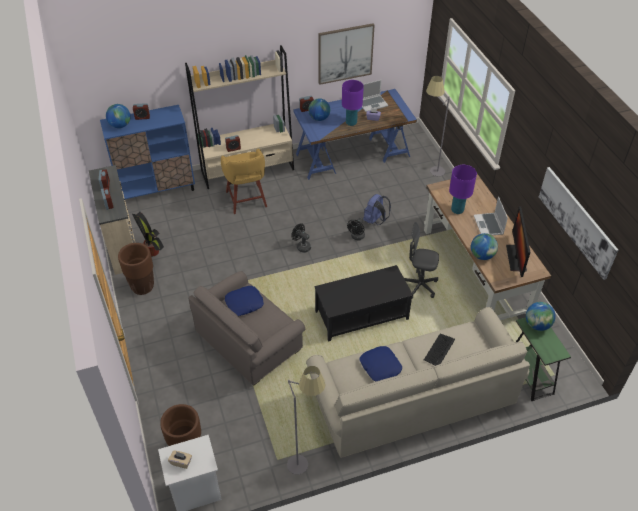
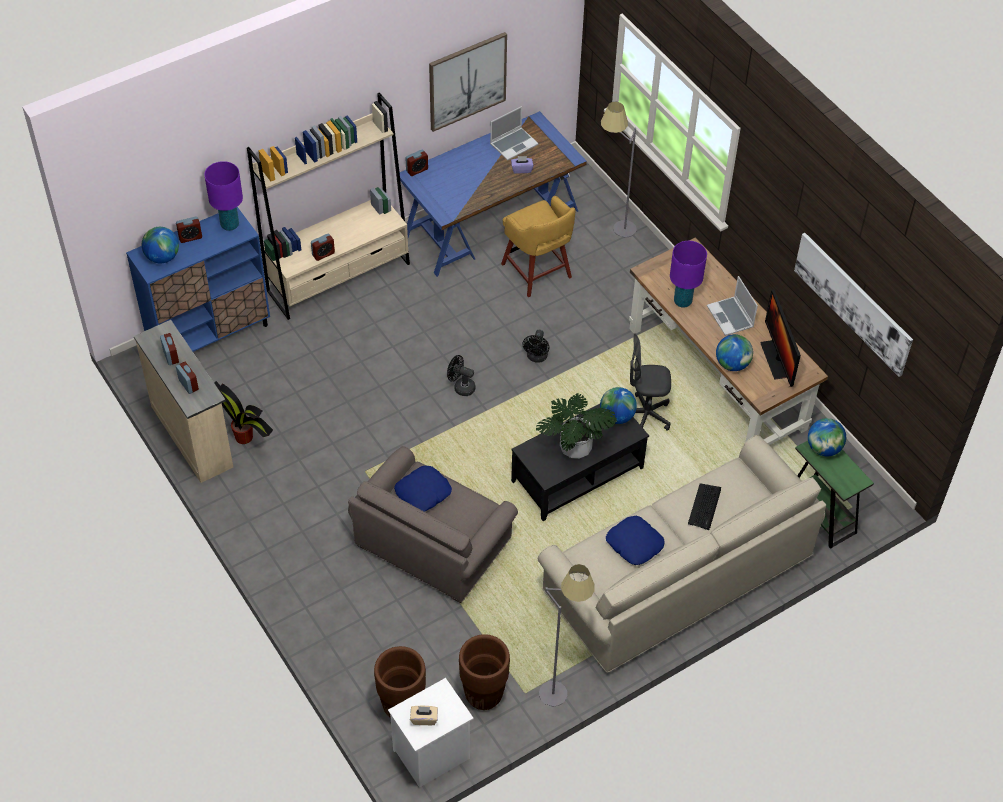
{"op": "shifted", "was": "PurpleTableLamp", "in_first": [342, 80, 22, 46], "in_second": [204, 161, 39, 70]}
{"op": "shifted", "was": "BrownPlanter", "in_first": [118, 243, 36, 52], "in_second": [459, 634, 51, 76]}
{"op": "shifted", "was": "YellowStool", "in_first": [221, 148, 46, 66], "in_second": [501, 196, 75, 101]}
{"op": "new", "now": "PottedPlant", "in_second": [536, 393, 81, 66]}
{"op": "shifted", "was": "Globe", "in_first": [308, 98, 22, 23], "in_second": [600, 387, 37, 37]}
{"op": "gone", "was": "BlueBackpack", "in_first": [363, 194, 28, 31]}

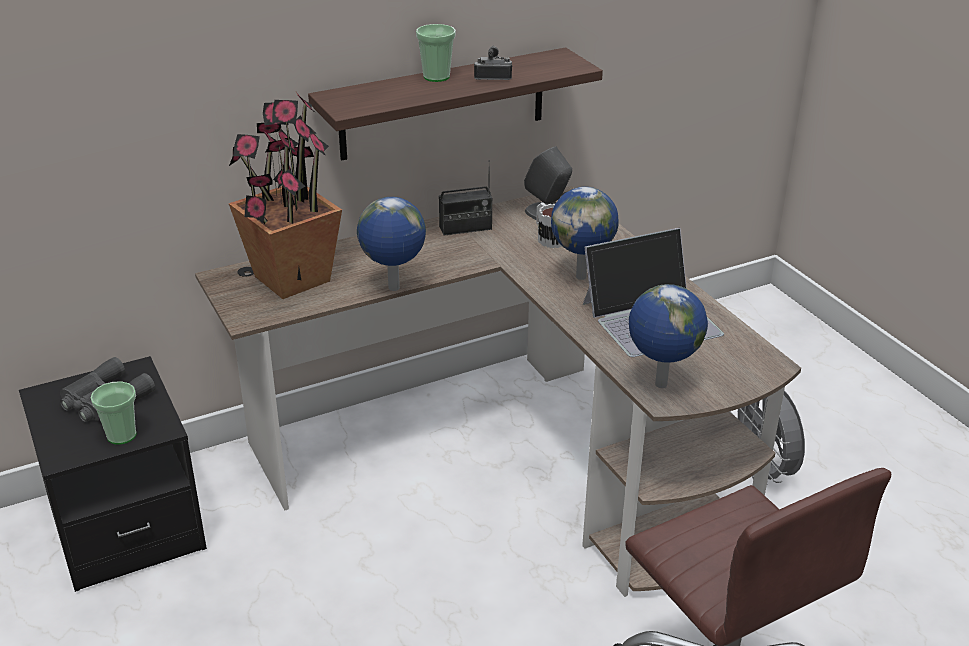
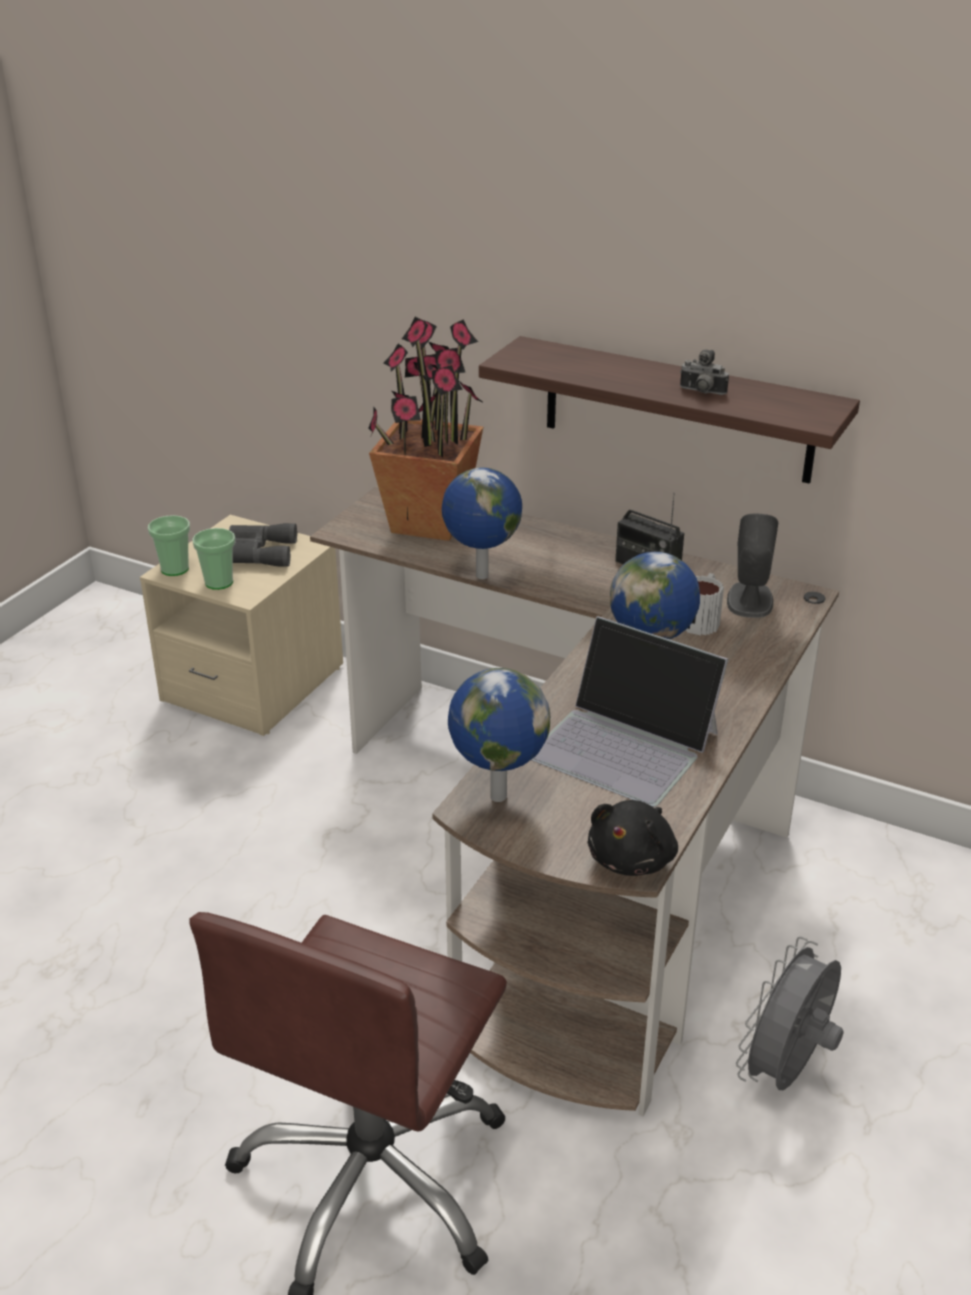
{"op": "repainted", "was": "BlackNightstand", "now": "BeigeNightstand", "in_first": [19, 356, 188, 236], "in_second": [140, 515, 203, 221]}
{"op": "shifted", "was": "Cup", "in_first": [416, 24, 40, 58], "in_second": [148, 515, 42, 61]}
{"op": "new", "now": "BlackPlushToy", "in_second": [587, 800, 91, 76]}
{"op": "rotated", "was": "PhotoCamera", "in_first": [474, 45, 38, 35], "in_second": [680, 349, 49, 46], "clockwise": 150}

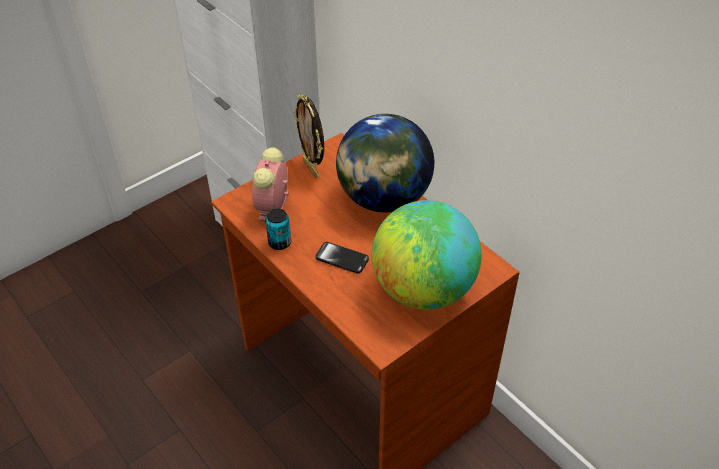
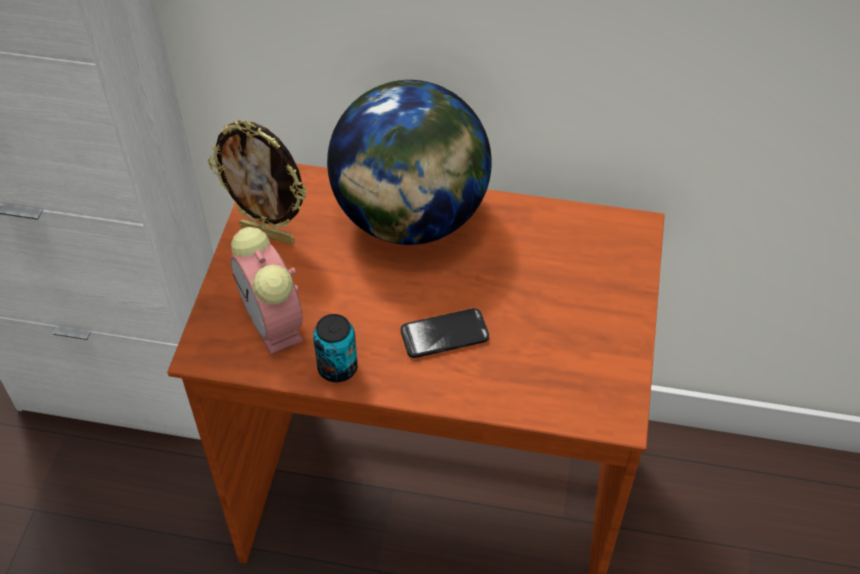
{"op": "gone", "was": "Globe", "in_first": [372, 200, 110, 110]}

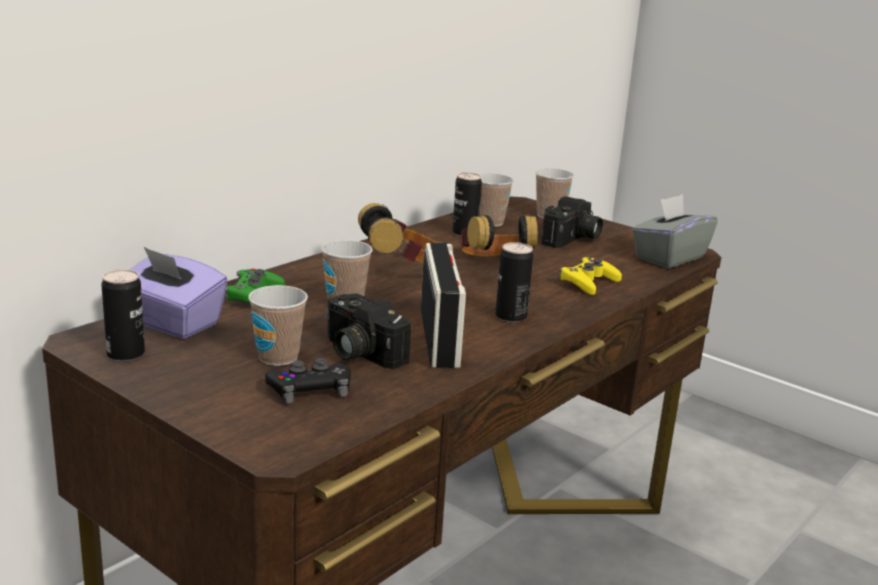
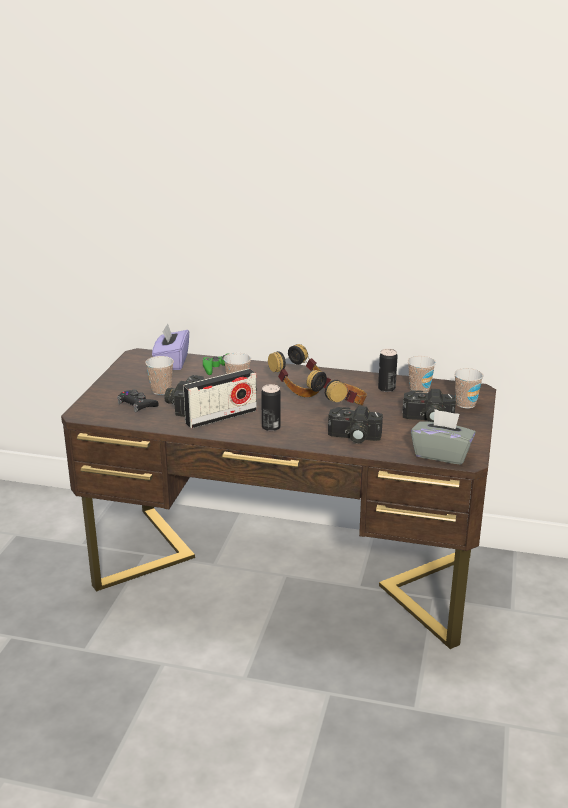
{"op": "swapped", "was": "YellowGameController", "now": "PhotoCamera", "in_first": [559, 257, 63, 38], "in_second": [328, 406, 55, 37]}
{"op": "gone", "was": "Can", "in_first": [101, 269, 44, 92]}

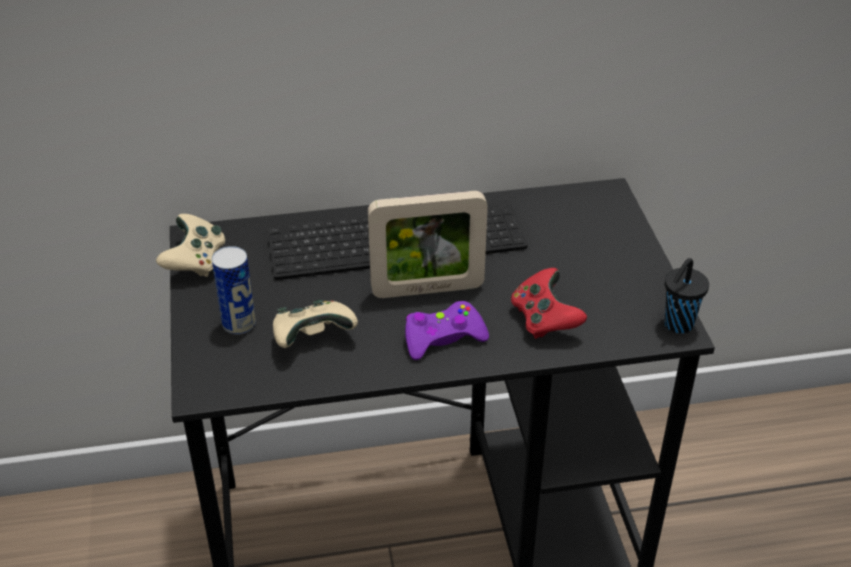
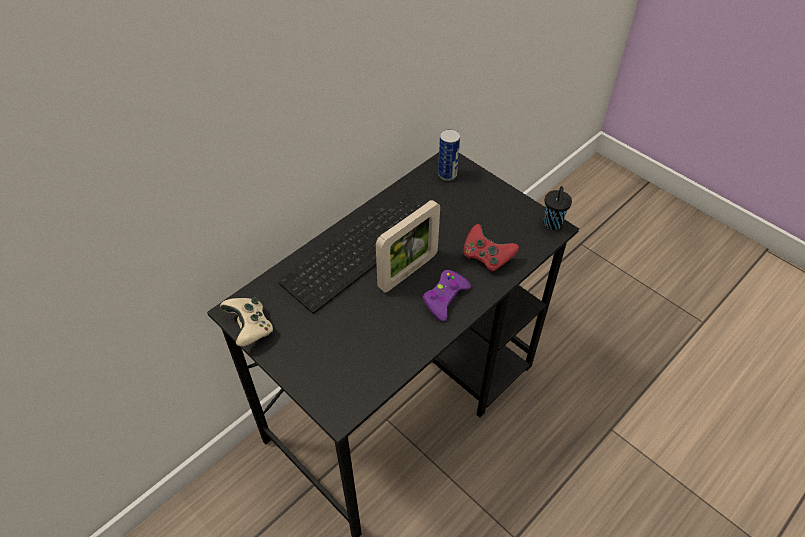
{"op": "shifted", "was": "Can", "in_first": [212, 246, 44, 89], "in_second": [438, 129, 22, 52]}
{"op": "gone", "was": "BeigeGameController", "in_first": [273, 300, 85, 48]}

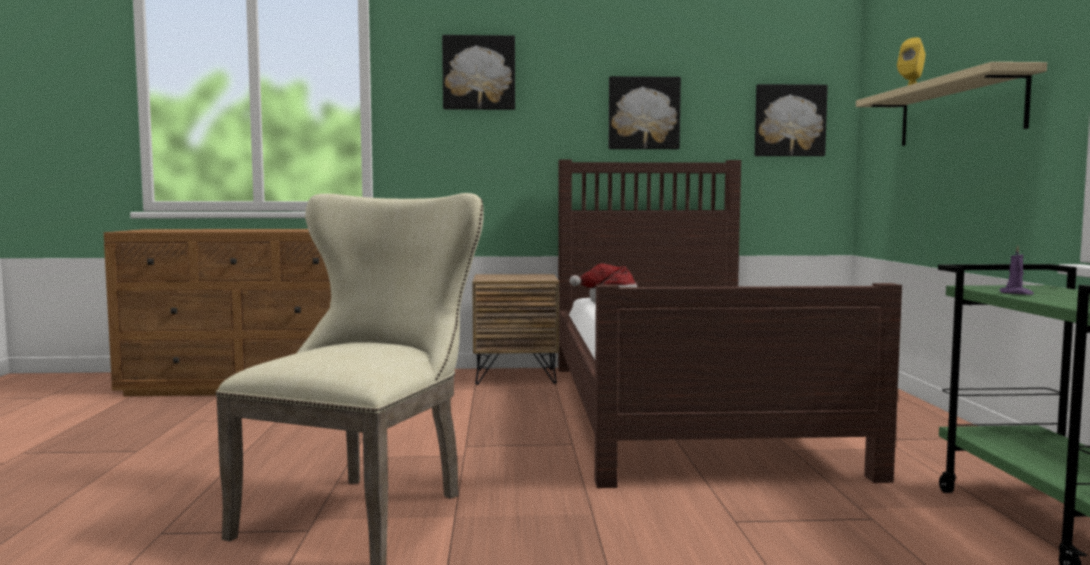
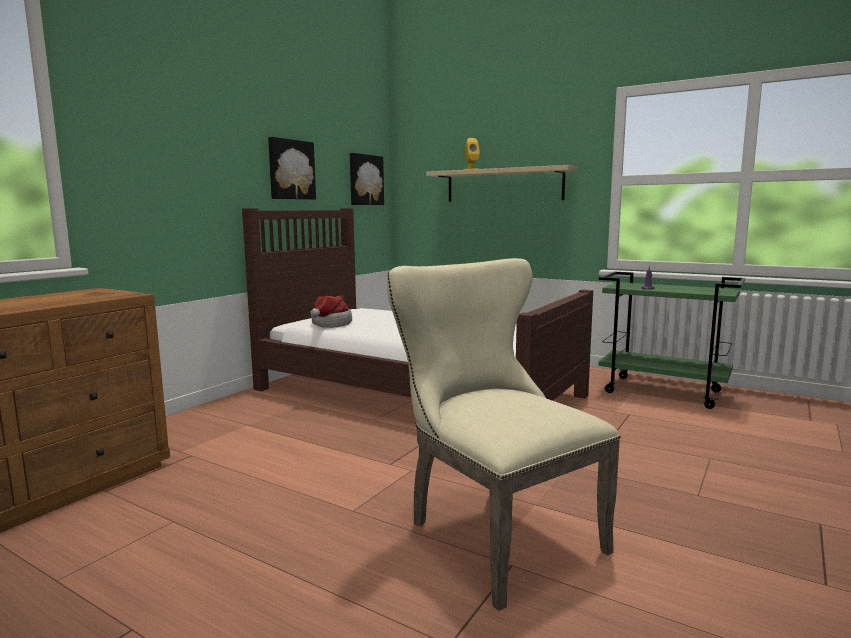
{"op": "gone", "was": "Picture", "in_first": [442, 35, 73, 75]}
{"op": "gone", "was": "BrownNightstand", "in_first": [472, 274, 87, 111]}

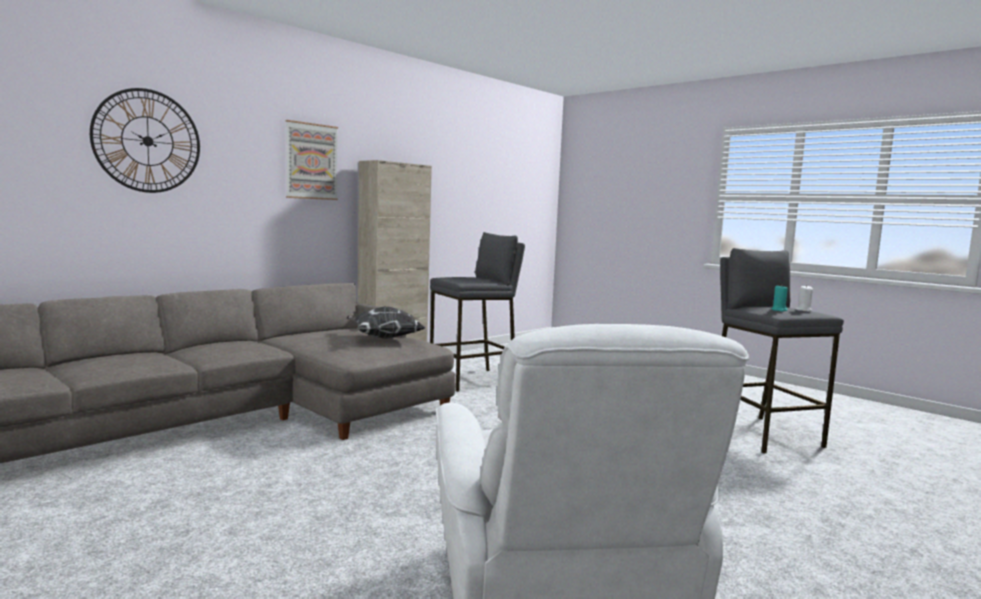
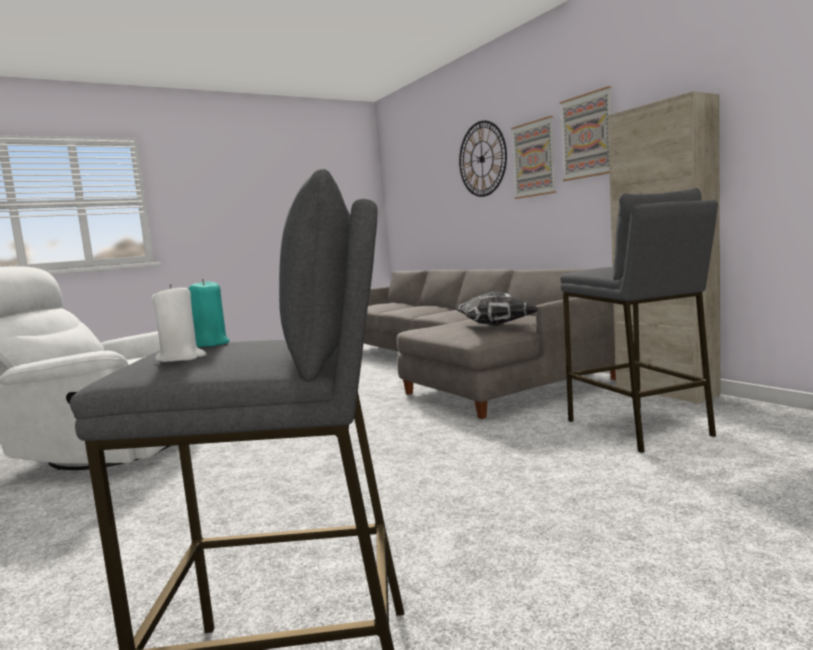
{"op": "new", "now": "Picture", "in_second": [511, 116, 45, 83]}

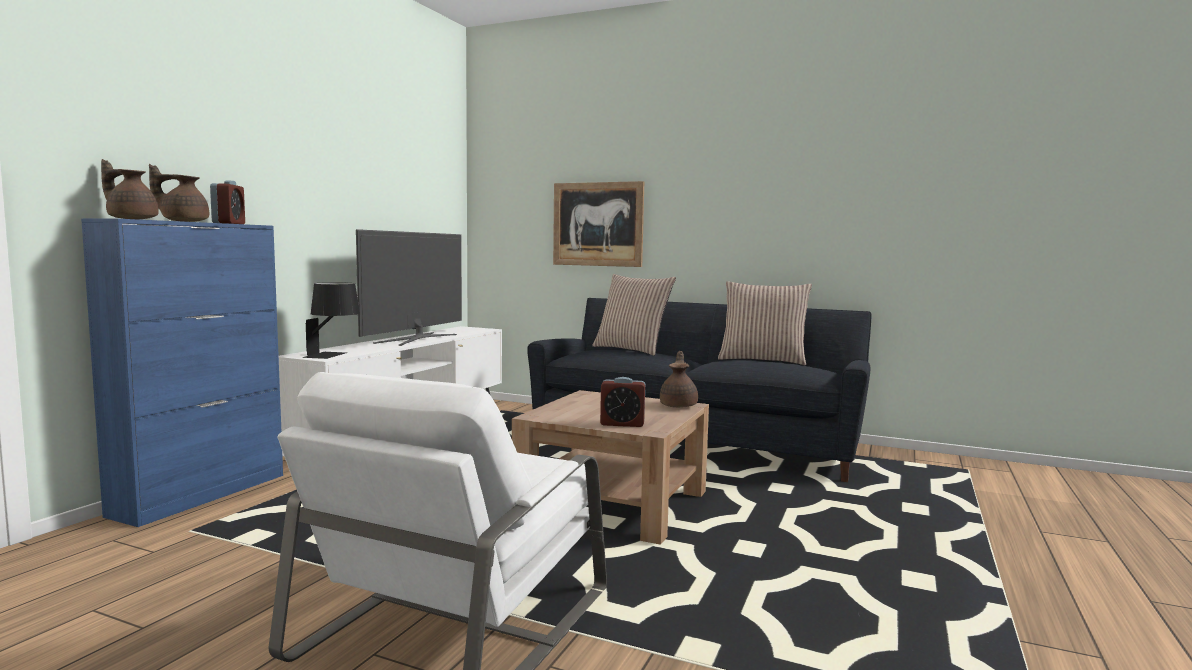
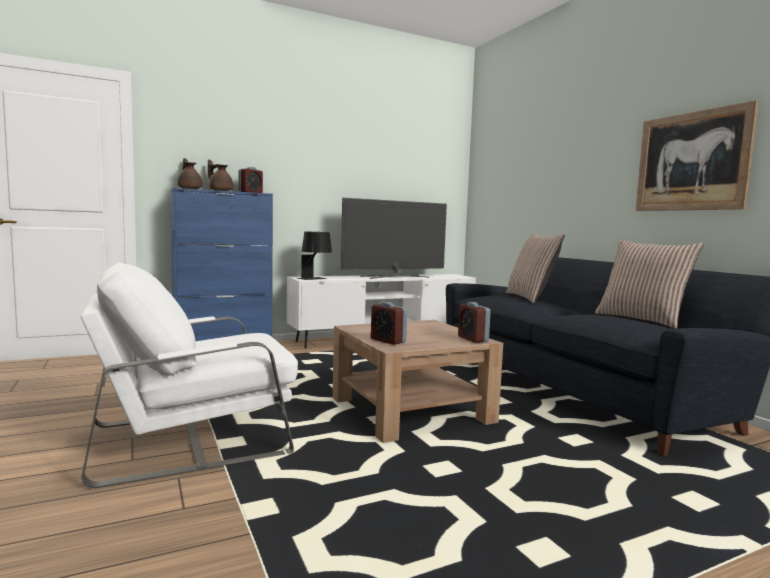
{"op": "swapped", "was": "BrownTeapot", "now": "AlarmClock", "in_first": [660, 351, 38, 57], "in_second": [458, 302, 33, 41]}
{"op": "shifted", "was": "Picture", "in_first": [553, 181, 91, 86], "in_second": [636, 100, 123, 111]}

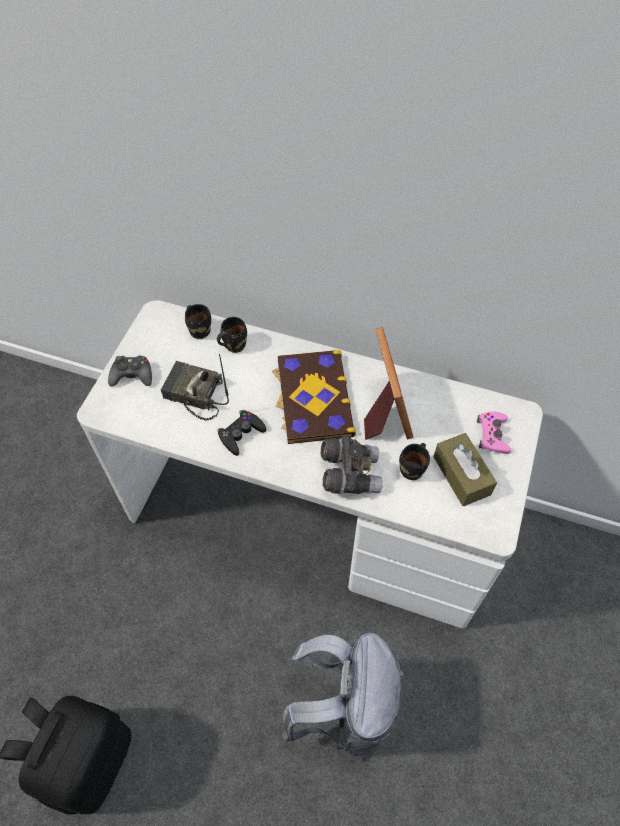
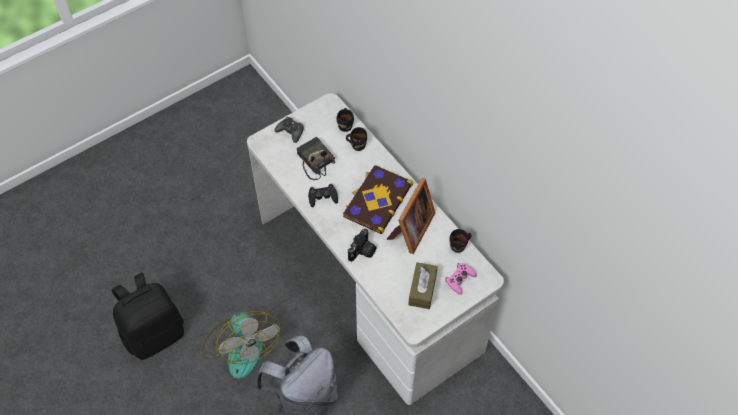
{"op": "new", "now": "Fan", "in_second": [201, 311, 79, 68]}
{"op": "swapped", "was": "GreyBinoculars", "now": "PhotoCamera", "in_first": [321, 435, 62, 59], "in_second": [348, 228, 28, 34]}
{"op": "shifted", "was": "BlackMug", "in_first": [399, 443, 31, 37], "in_second": [449, 229, 23, 24]}

